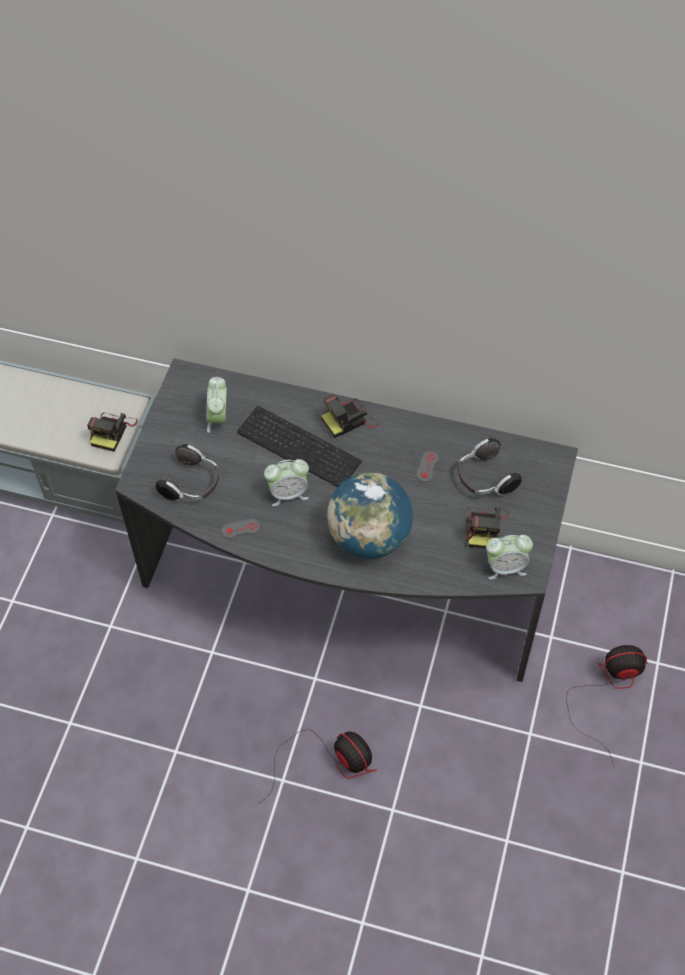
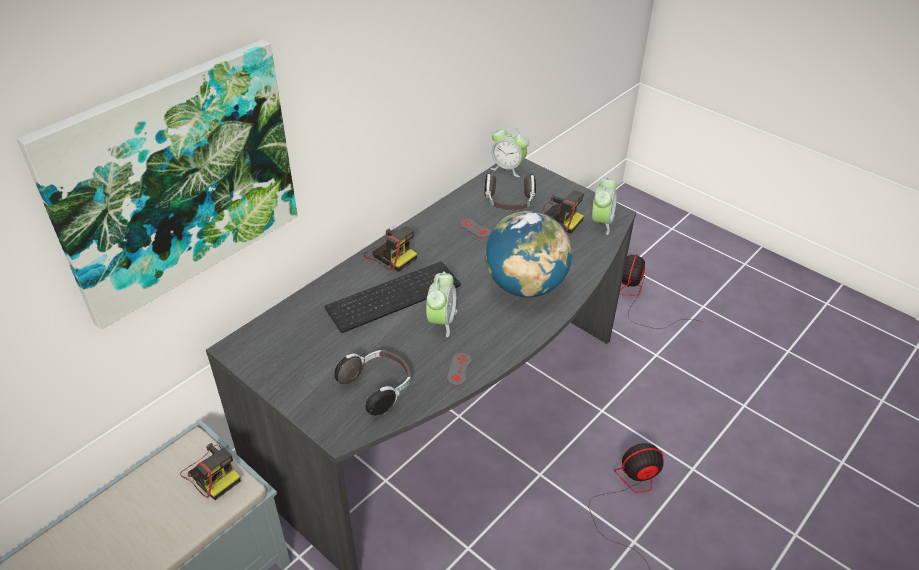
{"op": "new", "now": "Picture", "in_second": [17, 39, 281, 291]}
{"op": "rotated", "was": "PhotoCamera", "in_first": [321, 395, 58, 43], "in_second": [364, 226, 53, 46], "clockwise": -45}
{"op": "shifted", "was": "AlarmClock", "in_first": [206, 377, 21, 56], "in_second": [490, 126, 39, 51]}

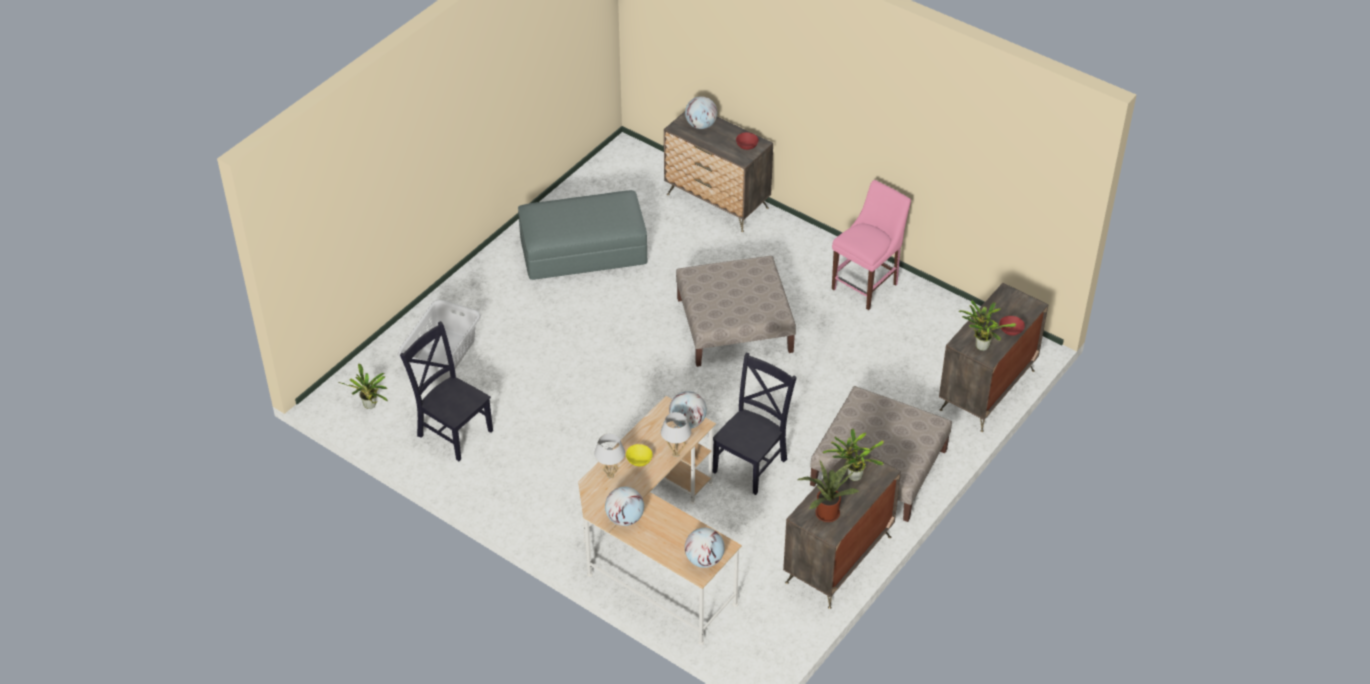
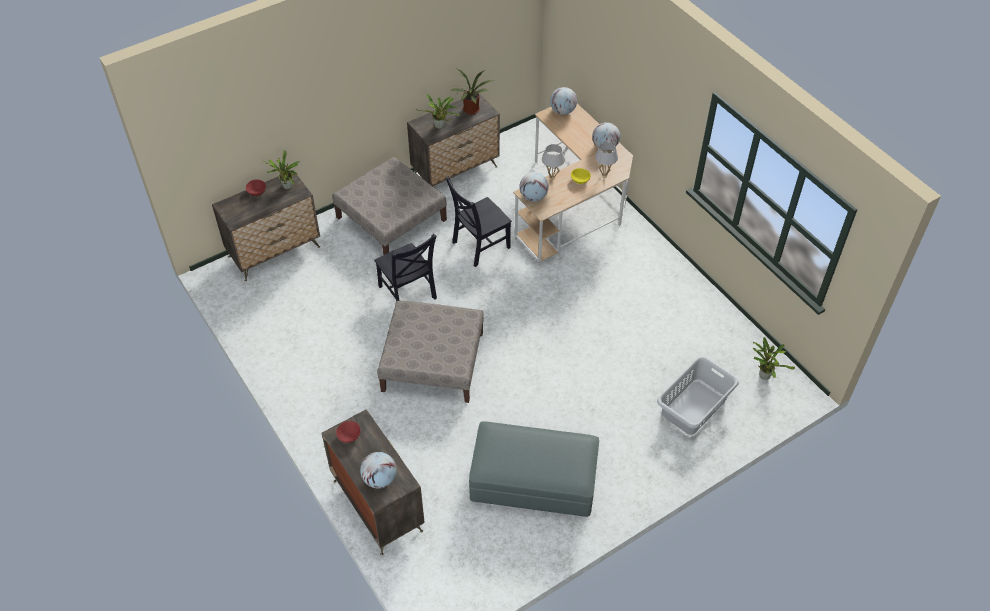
{"op": "shifted", "was": "BlackChair", "in_first": [400, 321, 93, 140], "in_second": [374, 234, 63, 67]}
{"op": "gone", "was": "PinkChair", "in_first": [832, 180, 79, 130]}

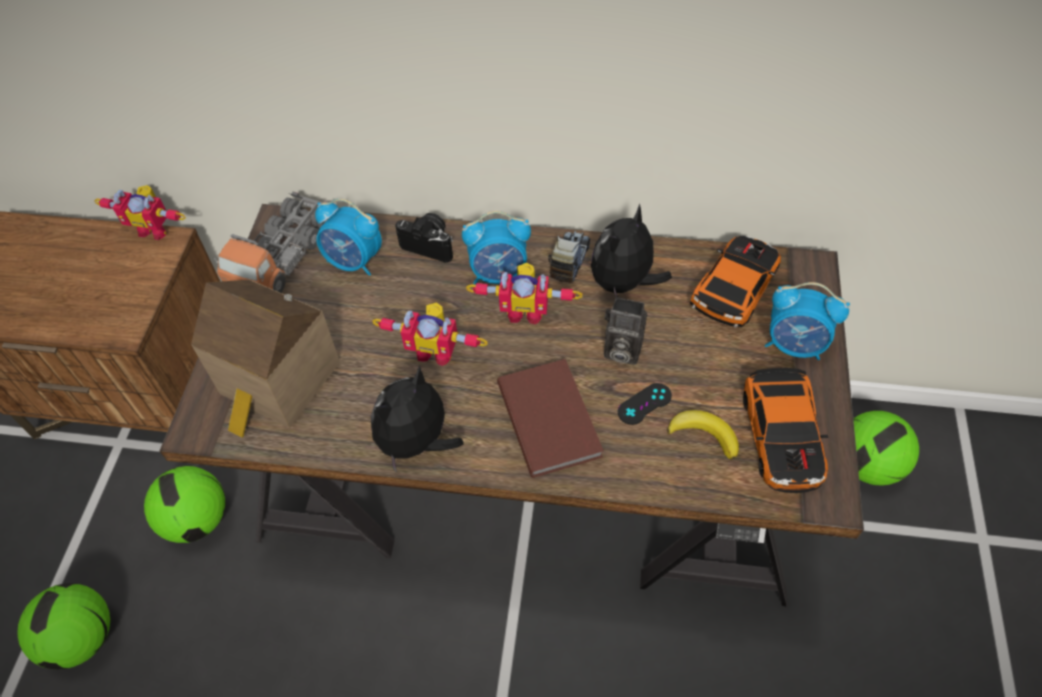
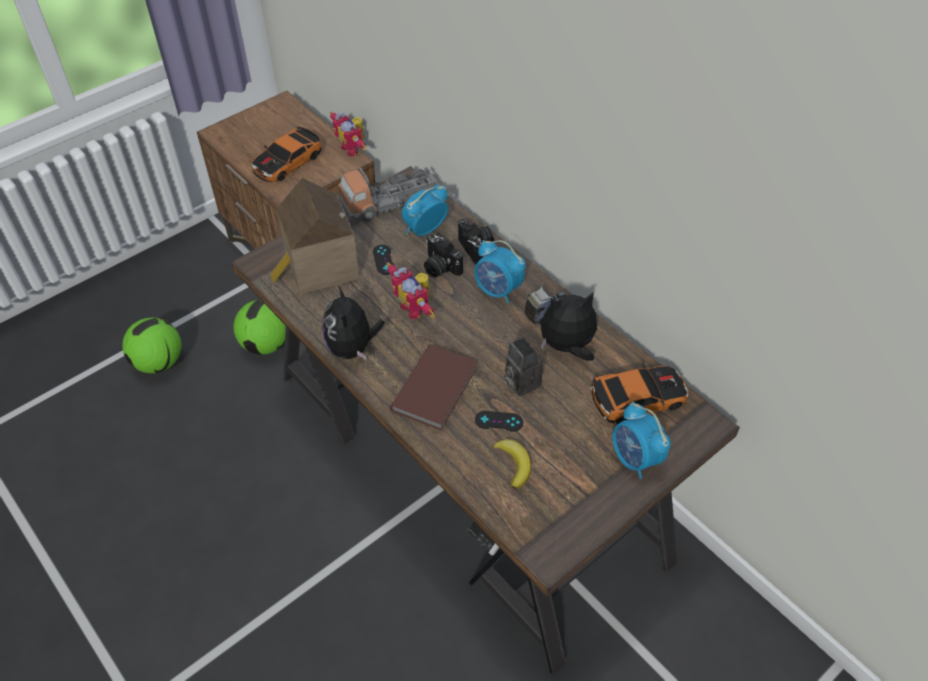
{"op": "shifted", "was": "ToyCar", "in_first": [743, 368, 86, 125], "in_second": [252, 127, 70, 55]}
{"op": "rotated", "was": "PlushToy", "in_first": [371, 366, 93, 107], "in_second": [322, 285, 63, 75], "clockwise": -90}
{"op": "new", "now": "BlackGameController", "in_second": [373, 245, 22, 30]}
{"op": "rotated", "was": "AlarmClock", "in_first": [315, 199, 67, 77], "in_second": [401, 185, 47, 51], "clockwise": 75}
{"op": "new", "now": "PhotoCamera", "in_second": [424, 234, 39, 44]}
{"op": "gone", "was": "ToyRobot", "in_first": [466, 263, 117, 61]}
{"op": "gone", "was": "Football", "in_first": [853, 411, 66, 75]}

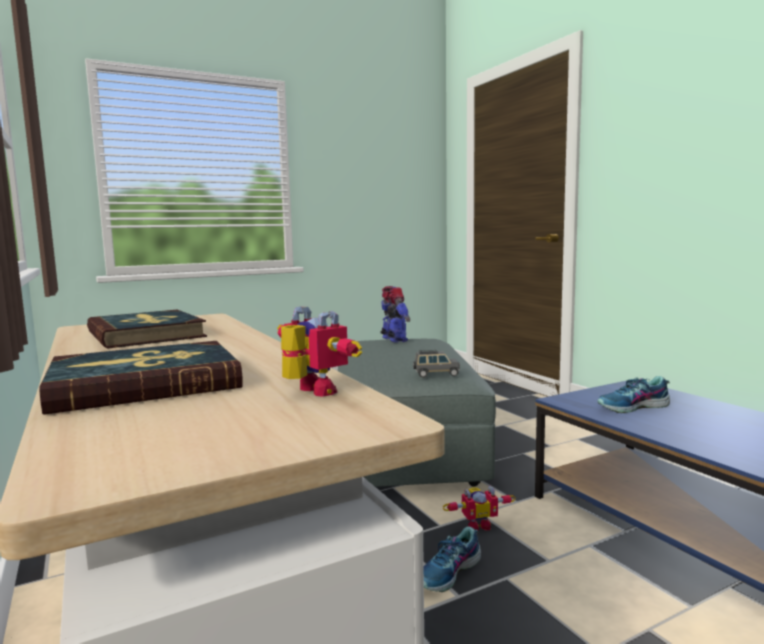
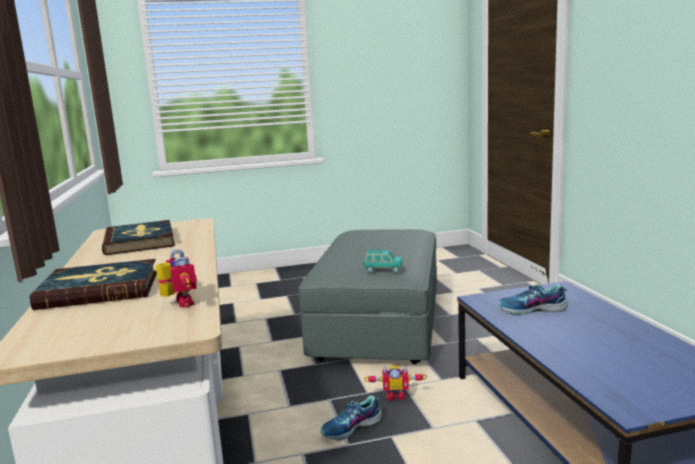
{"op": "repainted", "was": "GreyToyCar", "now": "TurquoiseToyCar", "in_first": [413, 350, 47, 28], "in_second": [363, 249, 39, 24]}
{"op": "gone", "was": "ToyRobot", "in_first": [380, 286, 30, 56]}

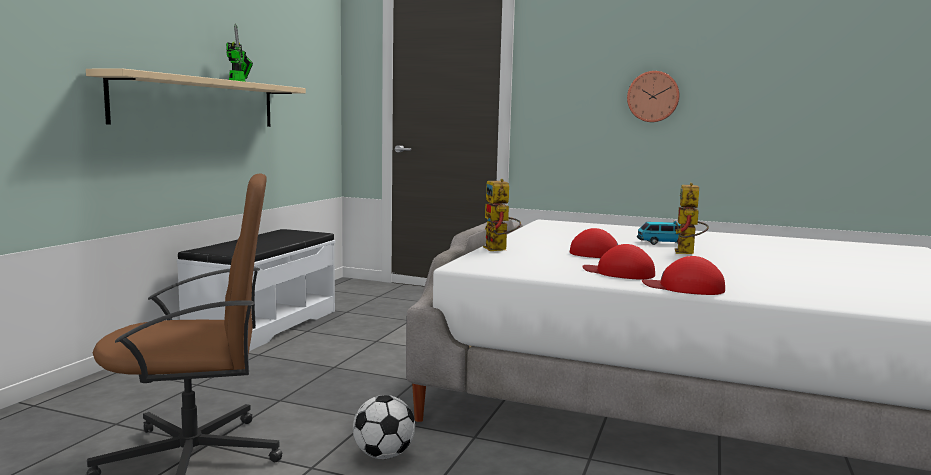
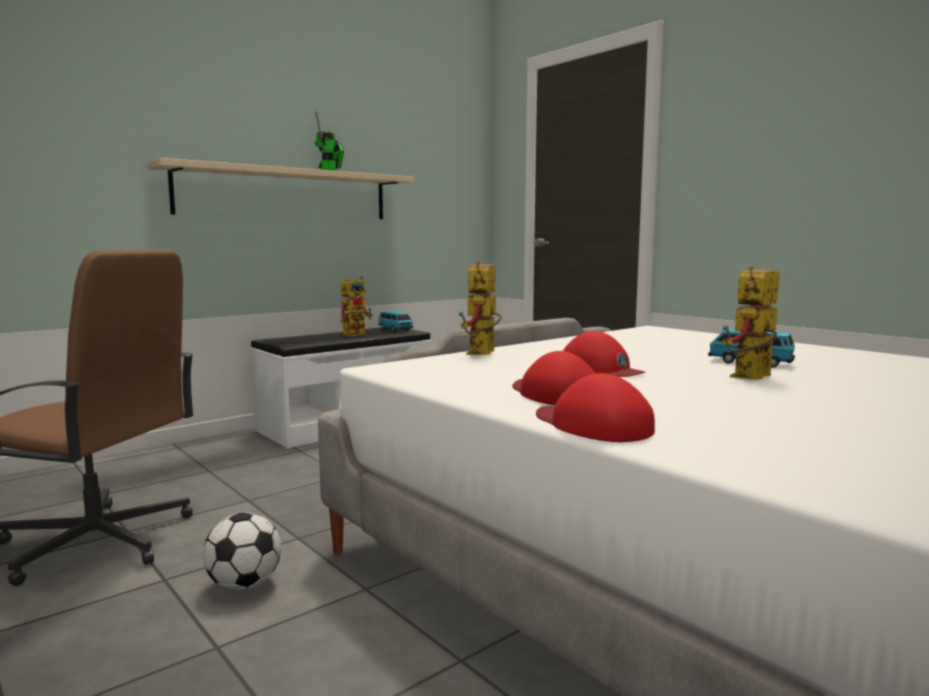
{"op": "new", "now": "ToyRobot", "in_second": [341, 276, 32, 61]}
{"op": "new", "now": "ToyCar", "in_second": [378, 311, 35, 21]}
{"op": "gone", "was": "WallClock", "in_first": [627, 71, 53, 51]}

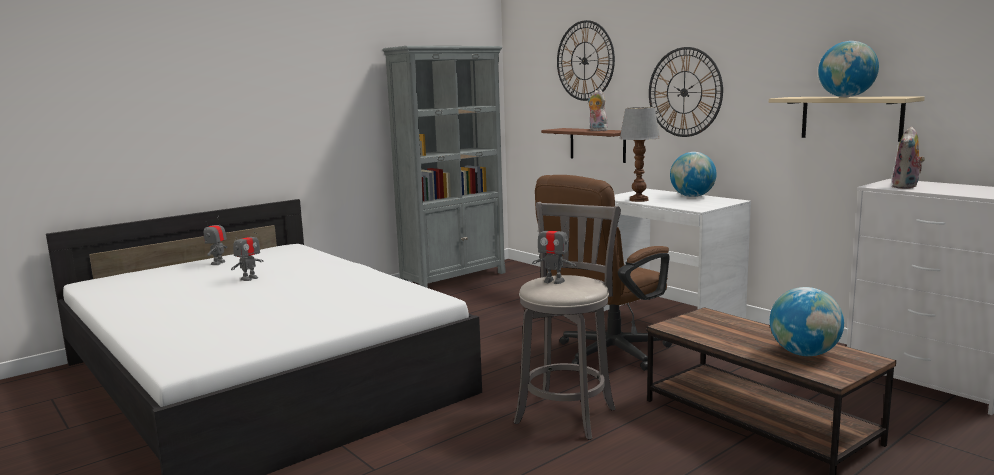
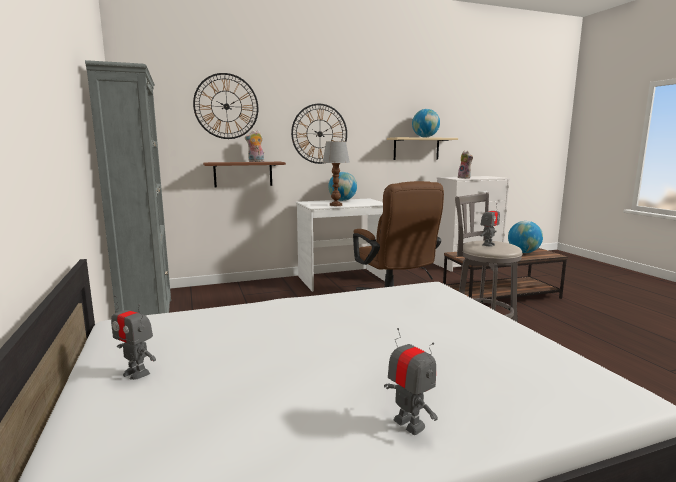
{"op": "shifted", "was": "ToyRobot", "in_first": [231, 229, 33, 52], "in_second": [384, 328, 54, 107]}

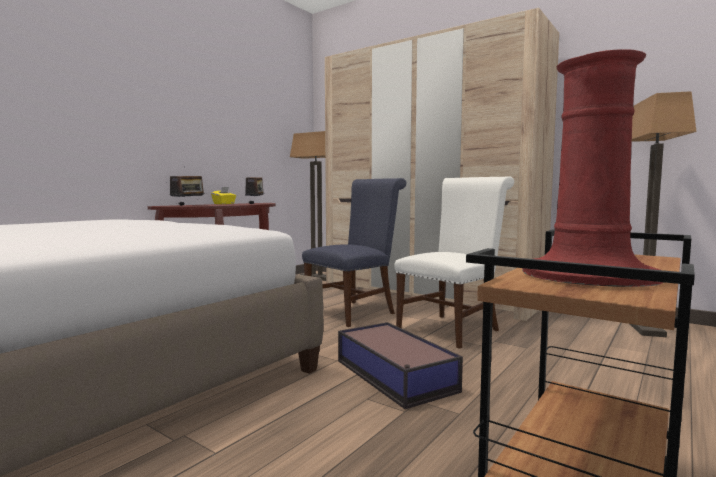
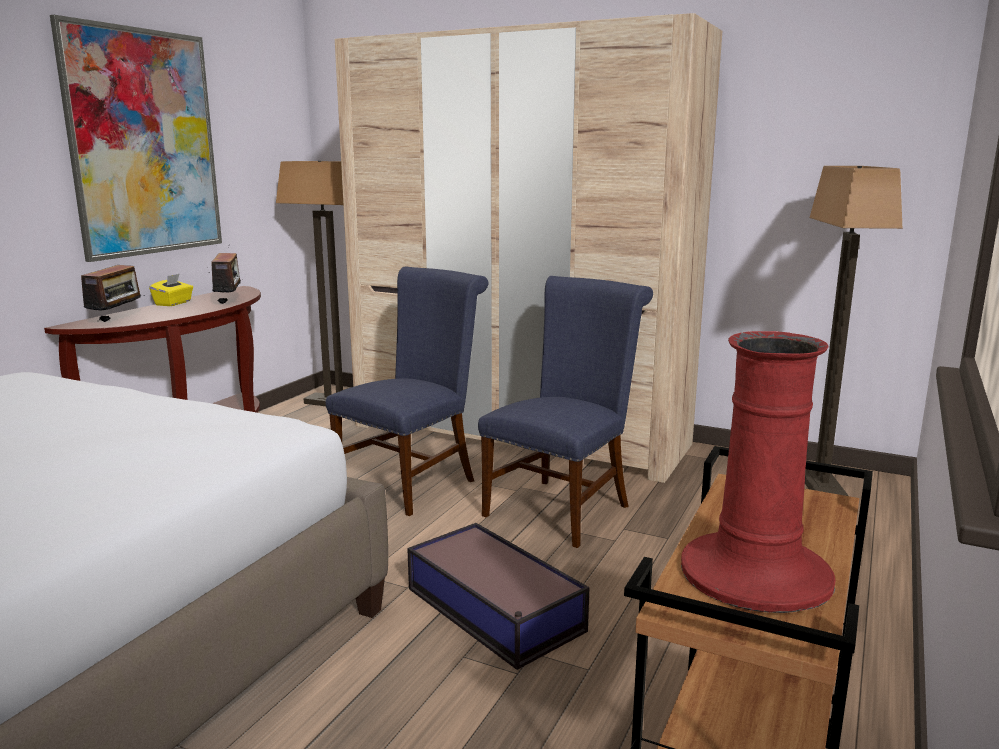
{"op": "new", "now": "Picture", "in_second": [50, 15, 172, 247]}
{"op": "repainted", "was": "WhiteChair", "now": "BlueChair", "in_first": [395, 176, 119, 173], "in_second": [478, 276, 175, 272]}

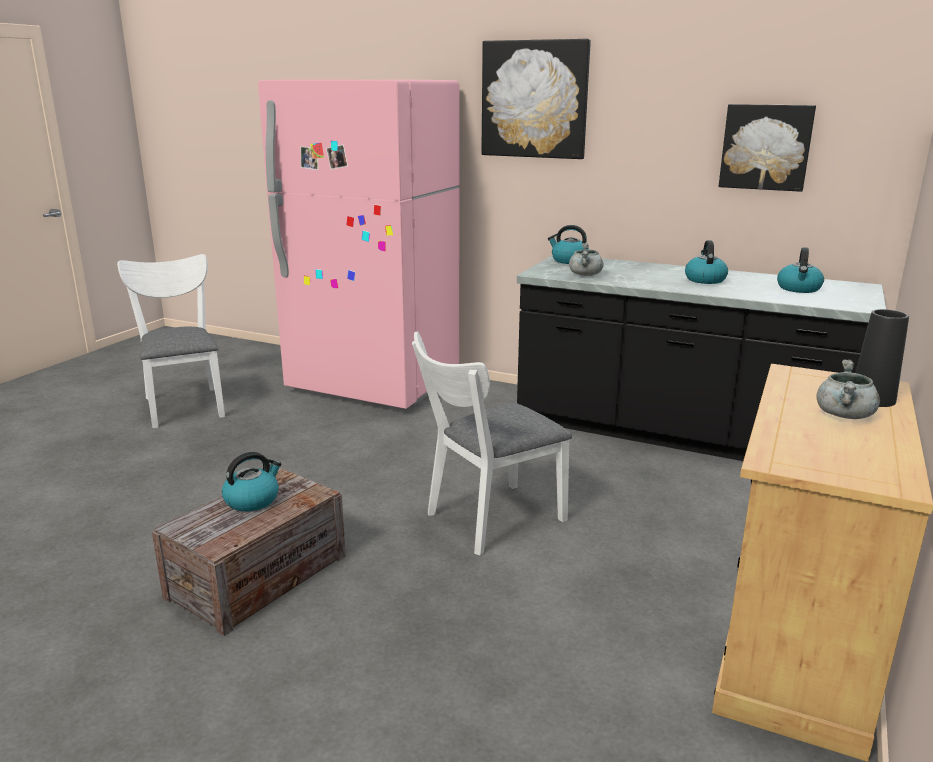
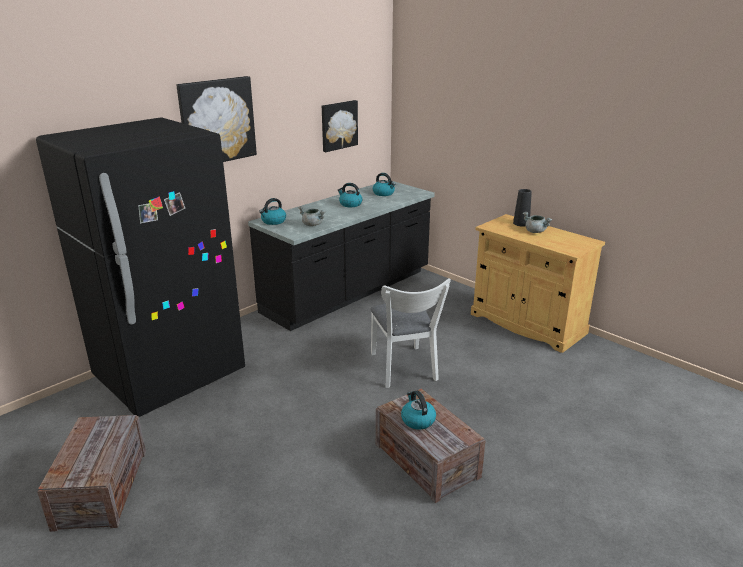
{"op": "repainted", "was": "PinkFridge", "now": "BlackFridge", "in_first": [258, 79, 201, 330], "in_second": [36, 117, 209, 300]}
{"op": "swapped", "was": "WhiteChair", "now": "Crate", "in_first": [117, 254, 108, 174], "in_second": [37, 415, 109, 117]}

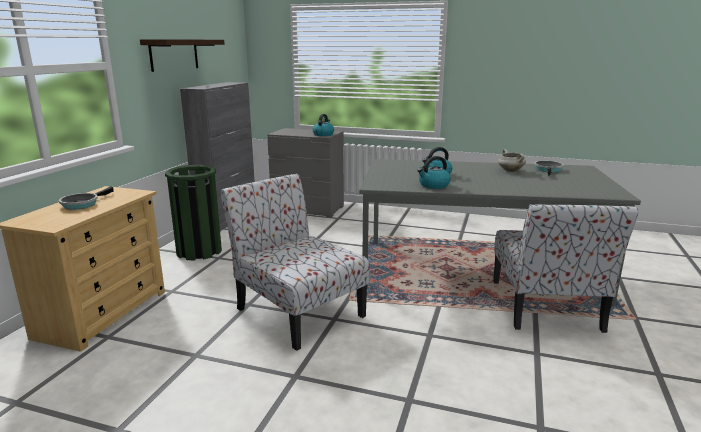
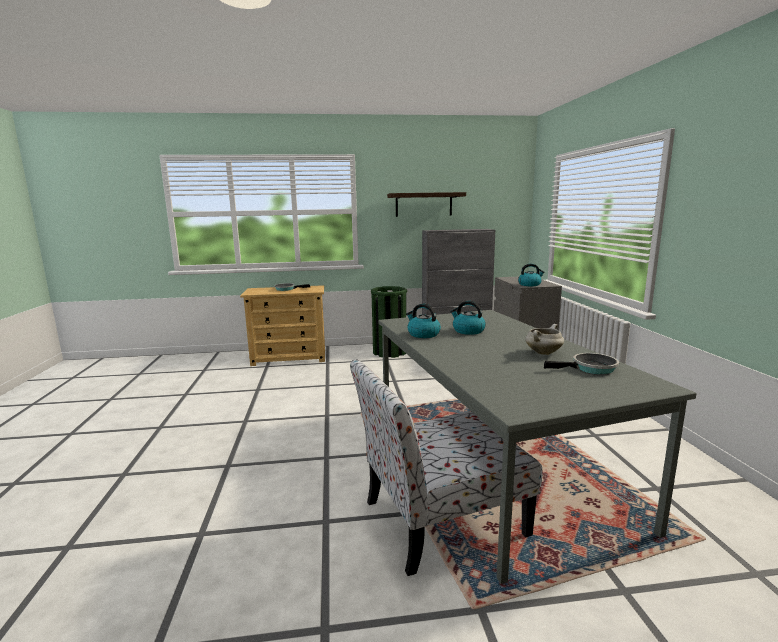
{"op": "gone", "was": "Chair", "in_first": [221, 173, 149, 178]}

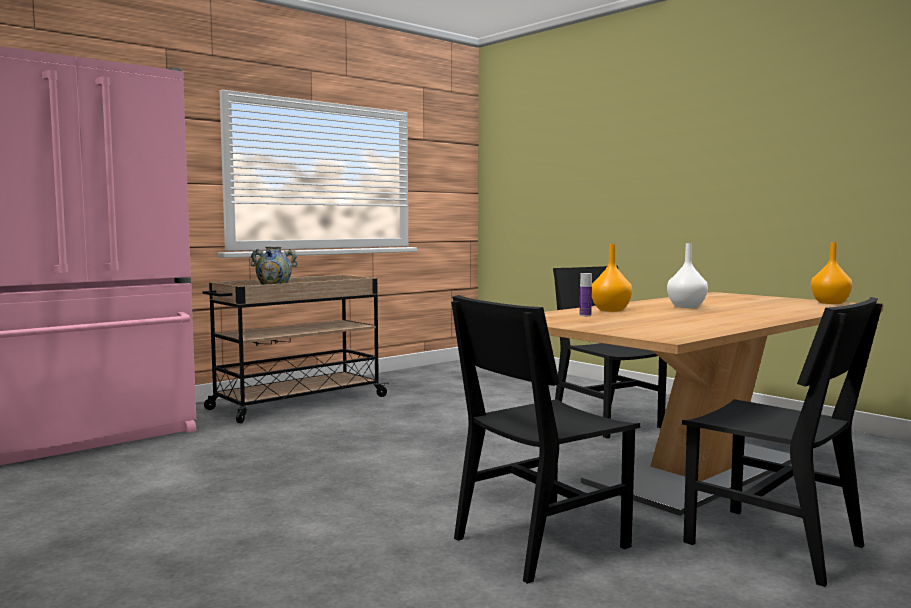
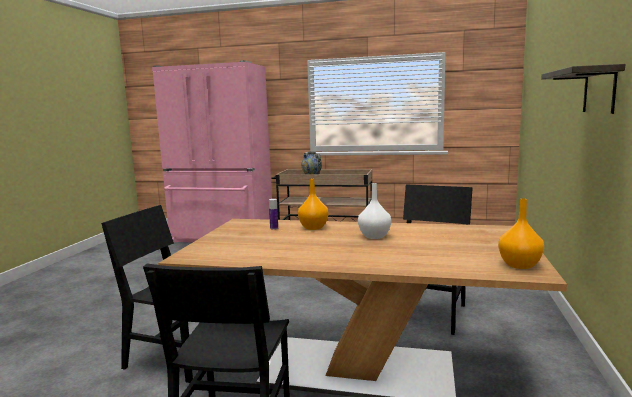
{"op": "new", "now": "Shelf", "in_second": [541, 64, 84, 50]}

